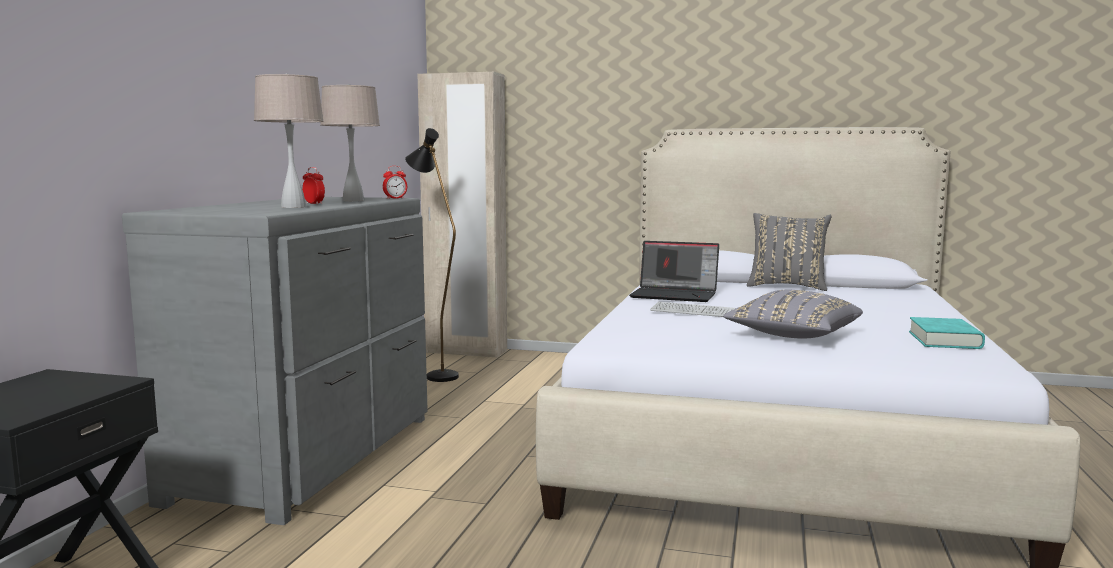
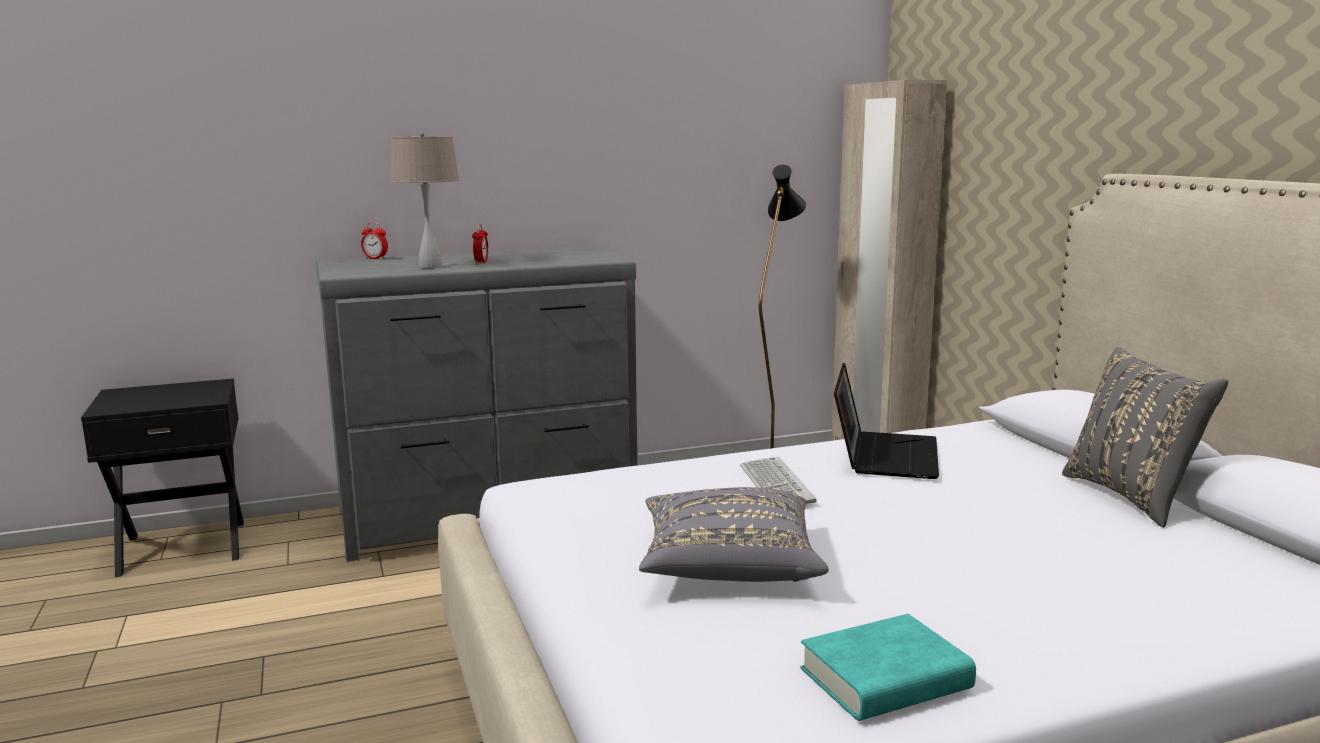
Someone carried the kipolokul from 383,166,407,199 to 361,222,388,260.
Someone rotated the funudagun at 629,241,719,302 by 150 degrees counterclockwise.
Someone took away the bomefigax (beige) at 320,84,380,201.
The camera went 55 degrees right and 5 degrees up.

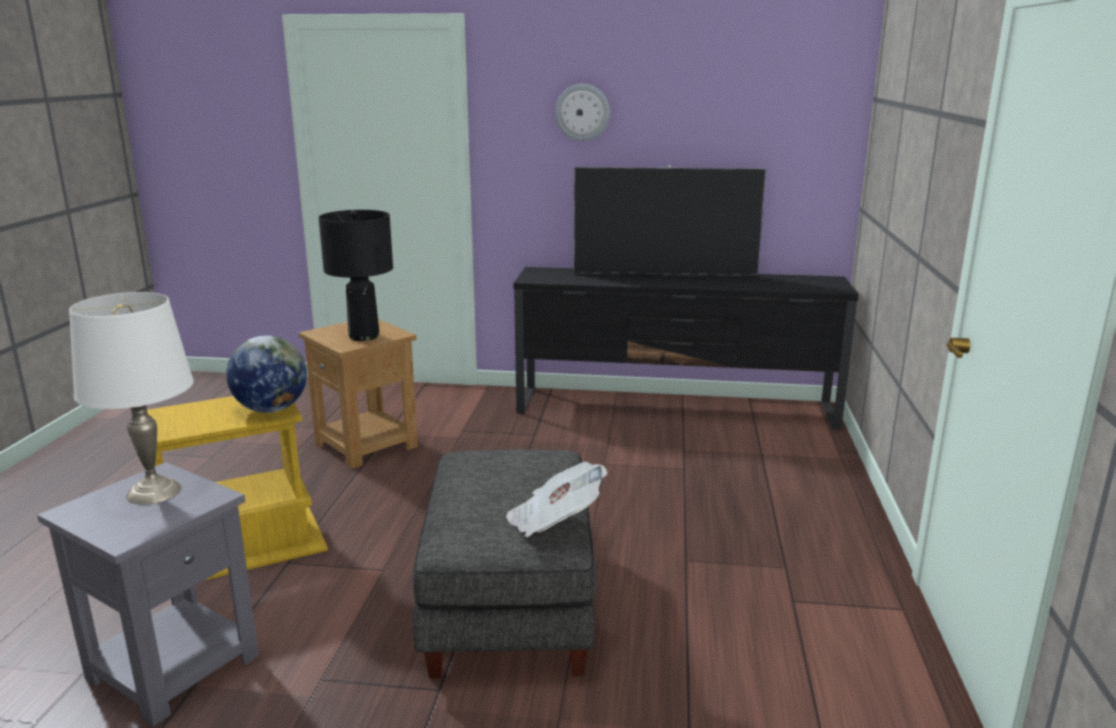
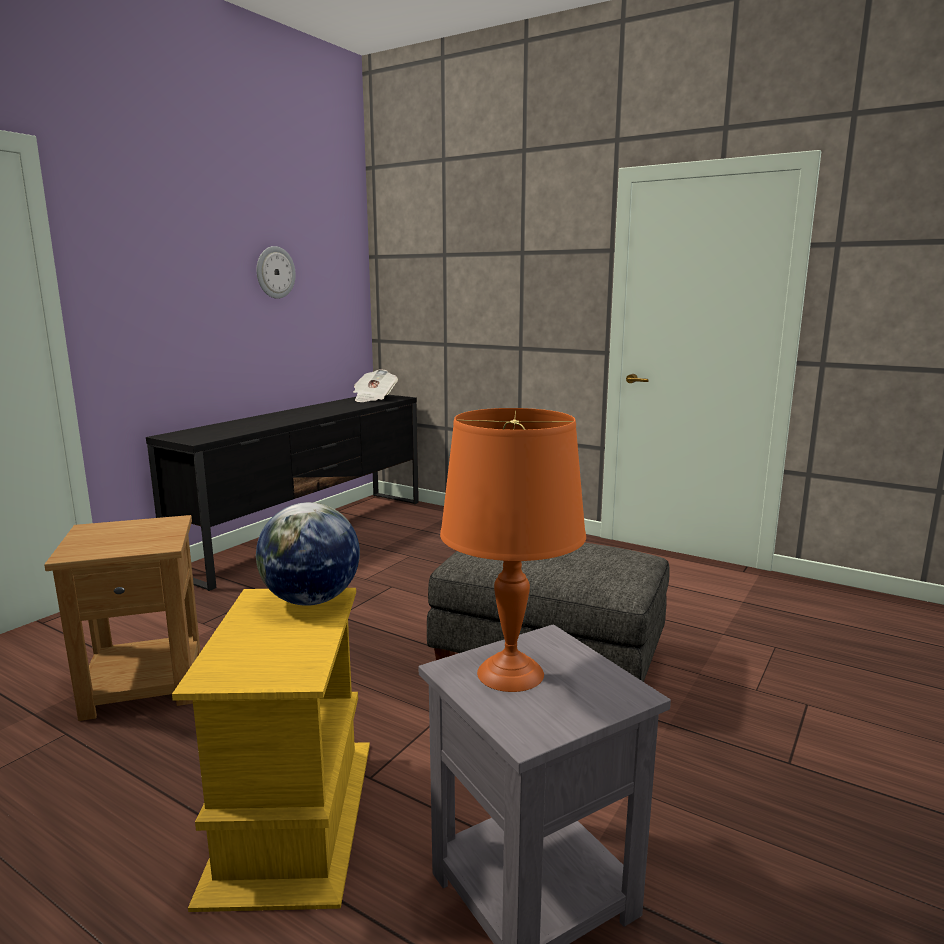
Someone carried the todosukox from 555,84,610,141 to 257,246,296,299.
Someone carried the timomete from 506,462,608,537 to 353,369,398,402.
Someone repainted the bomefigax (white) at 69,292,194,505, which became the bomefigax (orange) at 440,408,586,692.
Someone took away the bomefigax (black) at 319,210,393,341.
Someone took away the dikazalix at 573,165,766,276.
The camera went 65 degrees left and 5 degrees down.

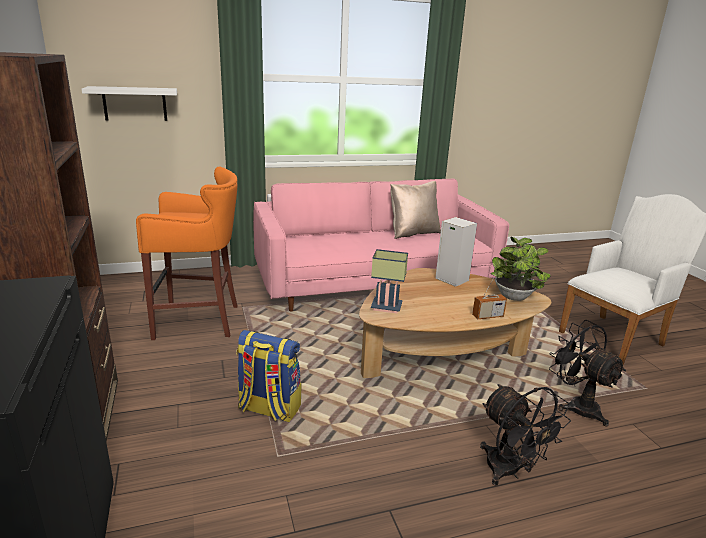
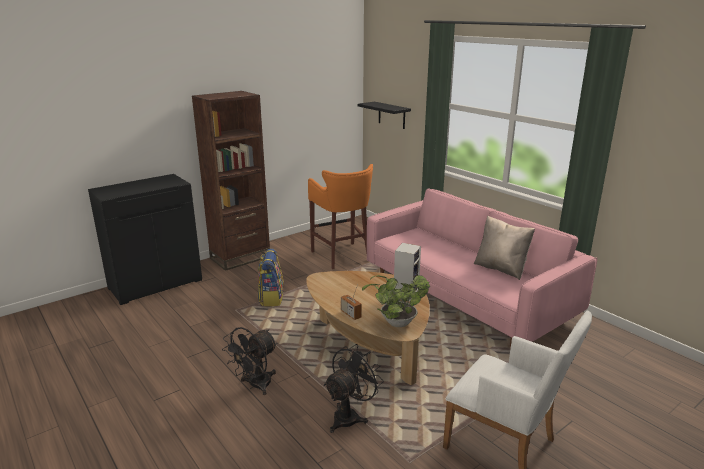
Someone repainted the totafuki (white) at 82,86,177,121, which became the totafuki (black) at 358,102,411,129.
Someone took away the bomefigax at 371,249,408,314.
The camera went 70 degrees right and 0 degrees up.

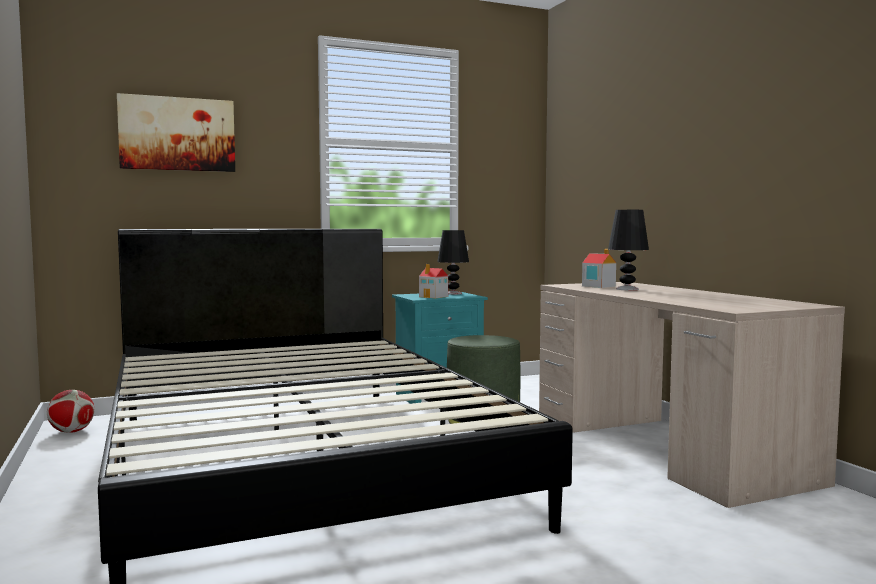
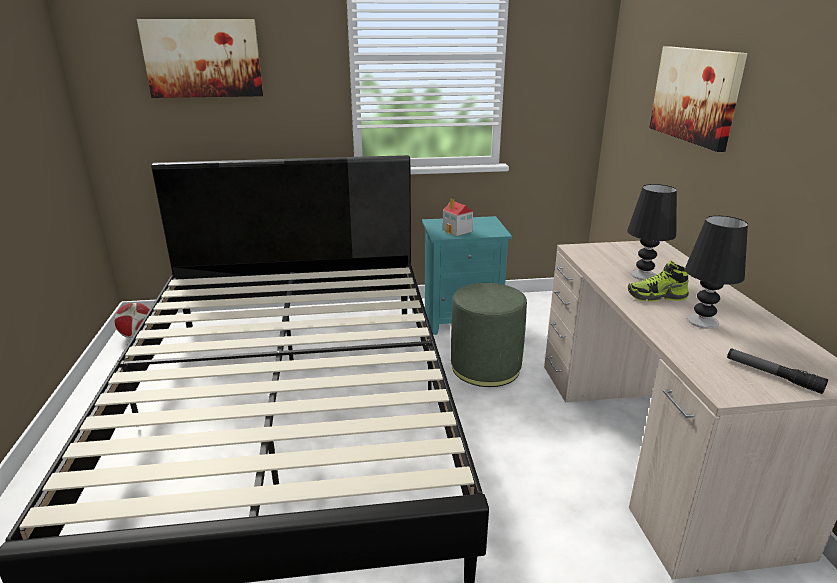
Someone put down the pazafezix at 628,261,689,302.
Someone put up the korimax at 649,46,747,152.
Someone carried the bomefigax (black) from 437,230,469,295 to 685,216,748,329.
Someone put down the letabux at 727,349,828,394.
Someone took away the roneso at 582,249,616,288.
The camera went 15 degrees right and 20 degrees up.

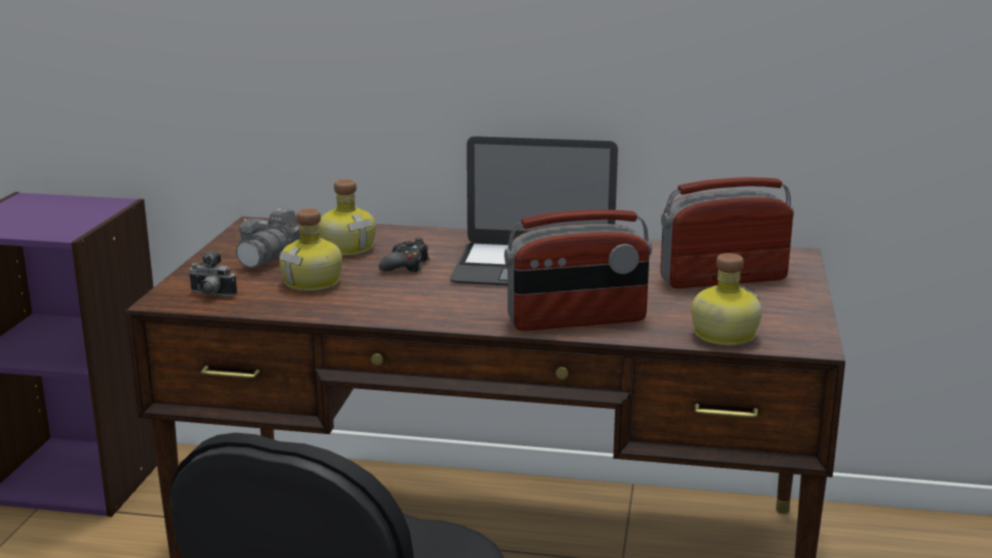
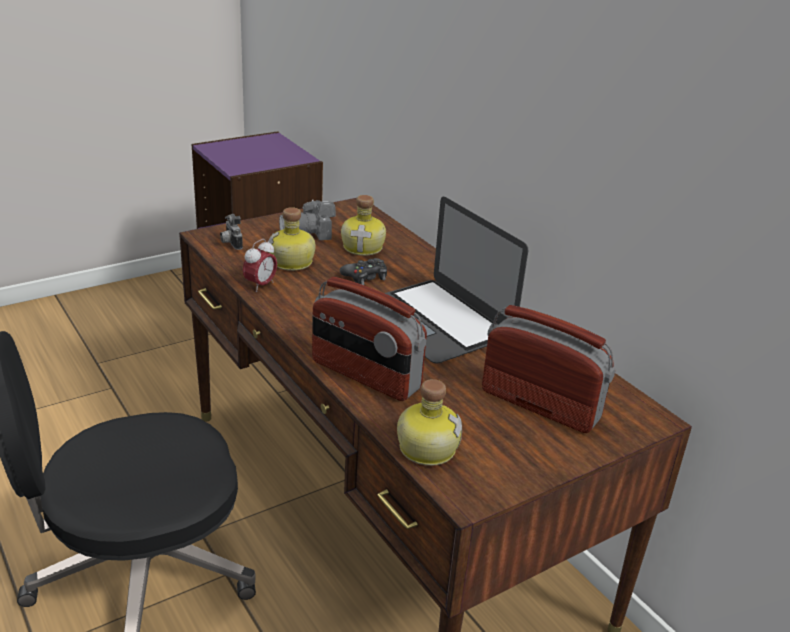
Someone put down the kipolokul at 243,239,277,292.
The camera went 45 degrees right and 10 degrees up.

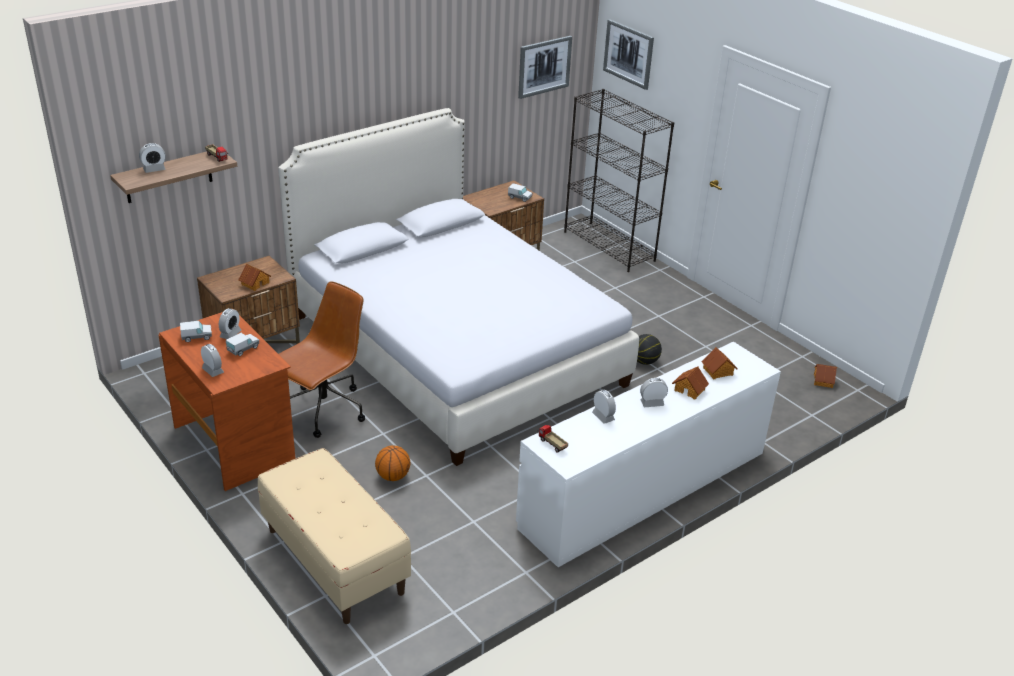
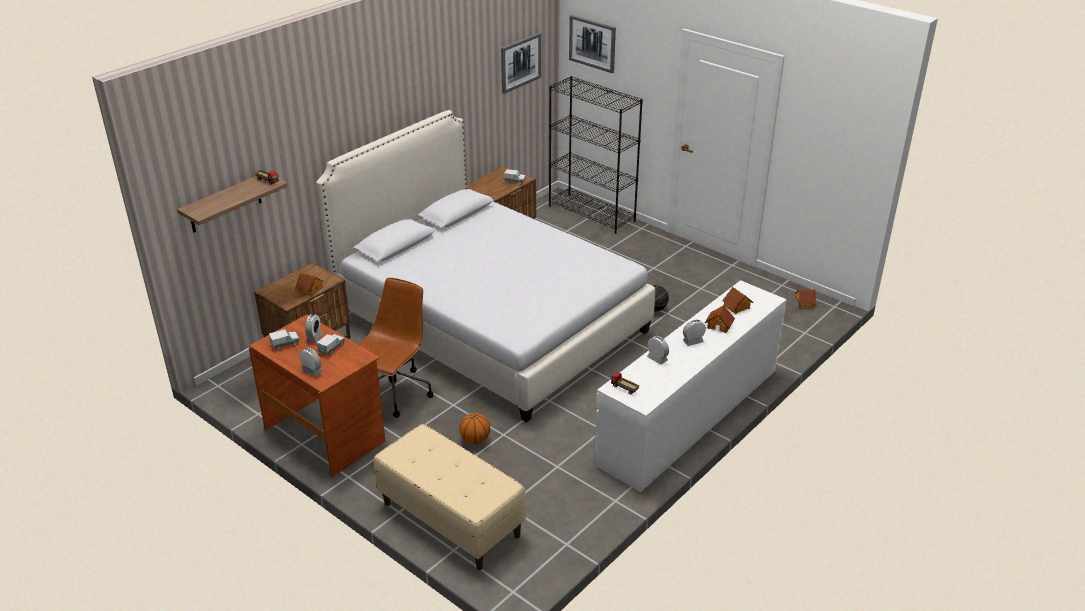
Someone took away the kipolokul at 139,143,166,173.
The camera went 10 degrees left and 0 degrees up.

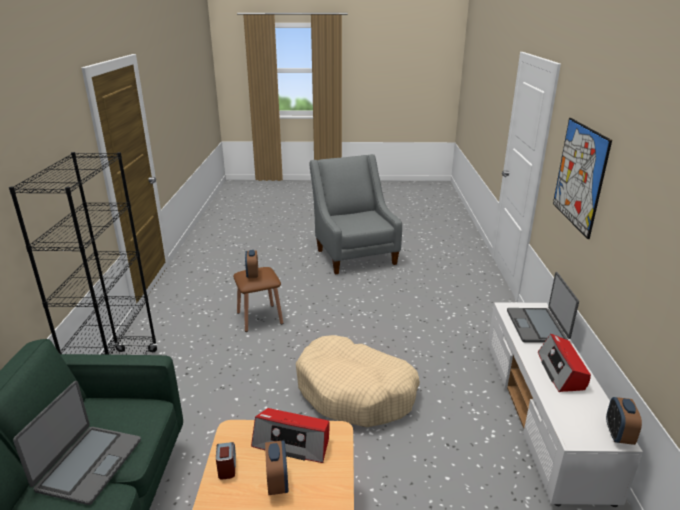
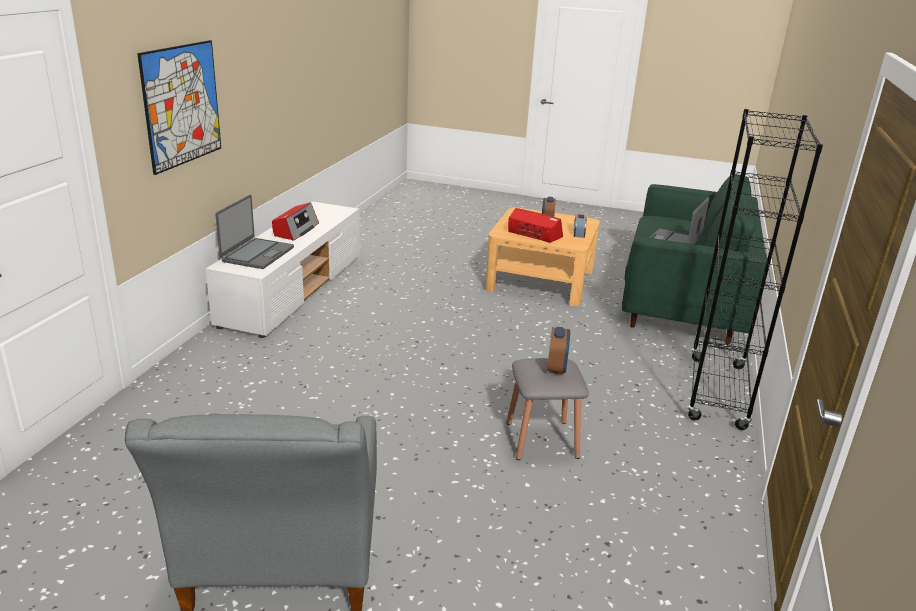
Someone repainted the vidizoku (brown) at 233,267,283,332, which became the vidizoku (grey) at 506,358,589,460.
Someone took away the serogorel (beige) at 296,335,420,427.
Someone took away the kipolokul at 606,397,642,445.
The camera went 165 degrees left and 0 degrees up.

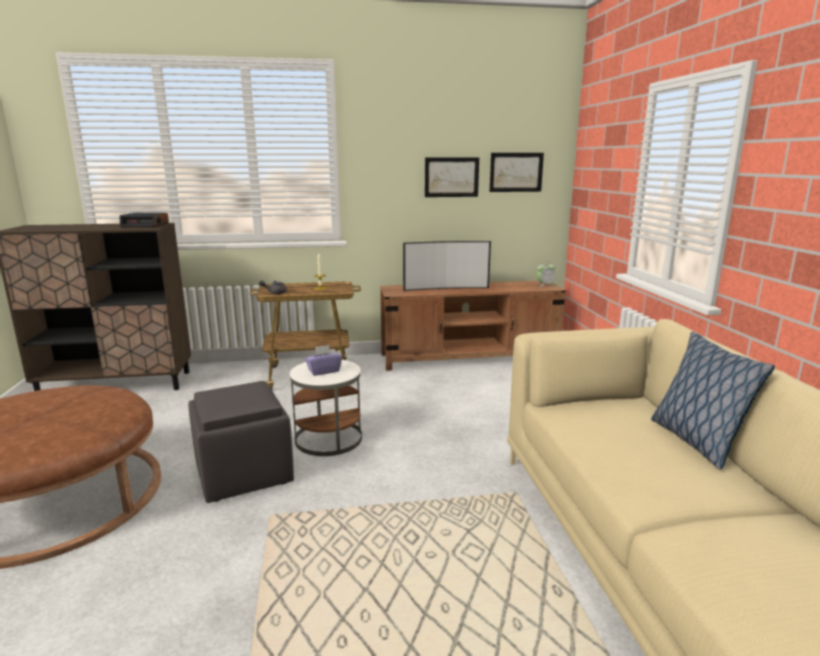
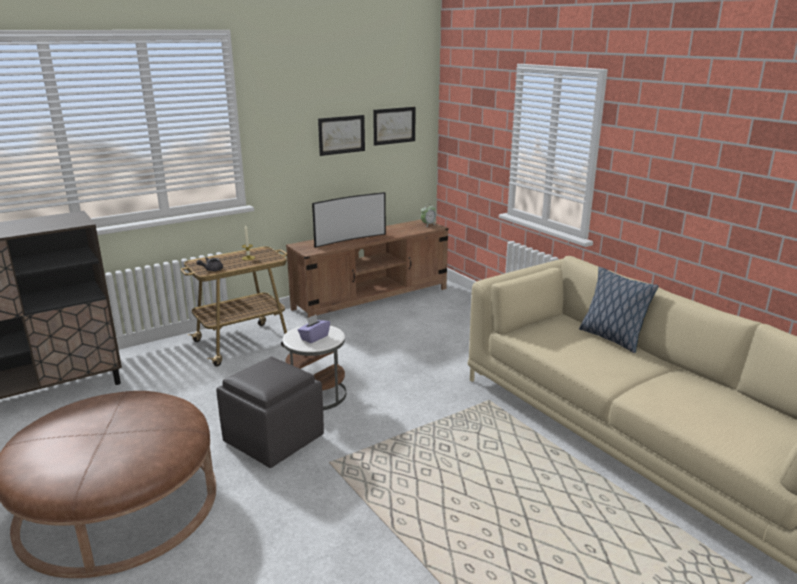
Someone took away the kipolokul at 119,212,169,228.
The camera went 25 degrees left and 5 degrees up.

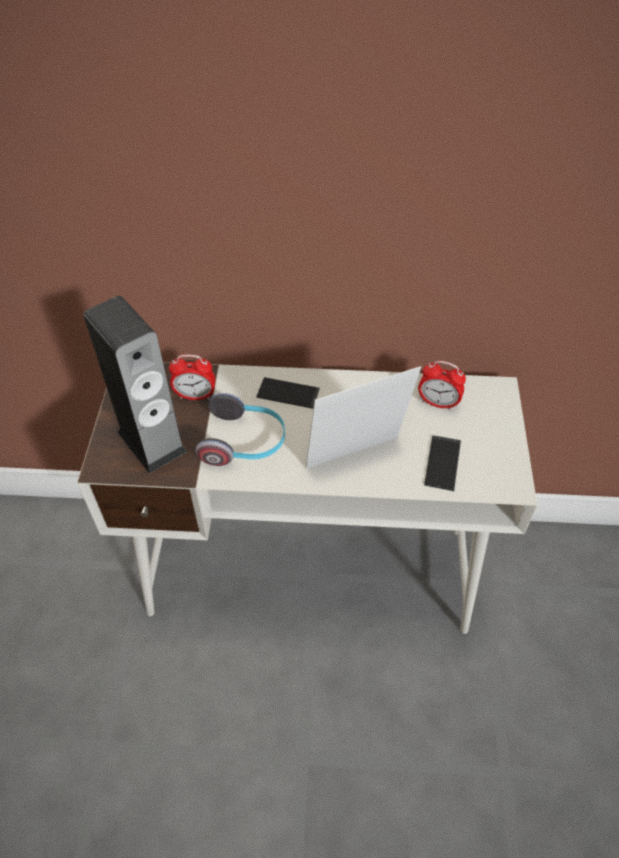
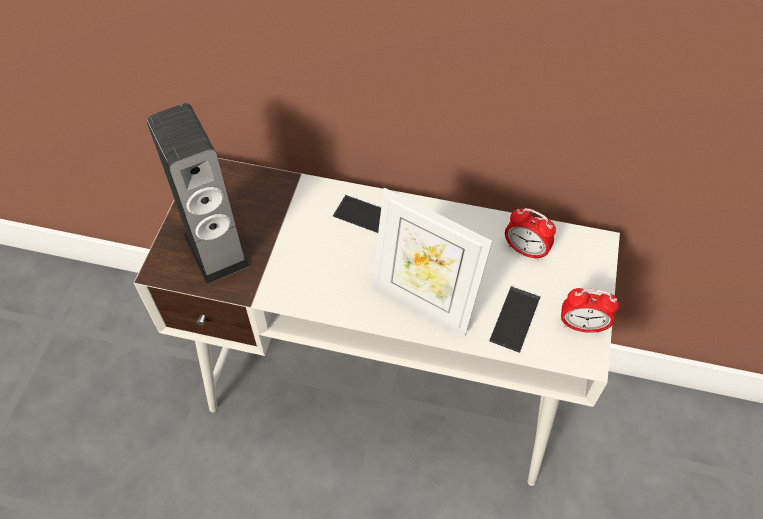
Someone rotated the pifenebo at 306,366,421,469 by 135 degrees counterclockwise.
Someone carried the kipolokul from 169,355,215,400 to 561,288,619,333.
Someone took away the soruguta at 195,393,285,466.
The camera went 10 degrees right and 5 degrees up.

